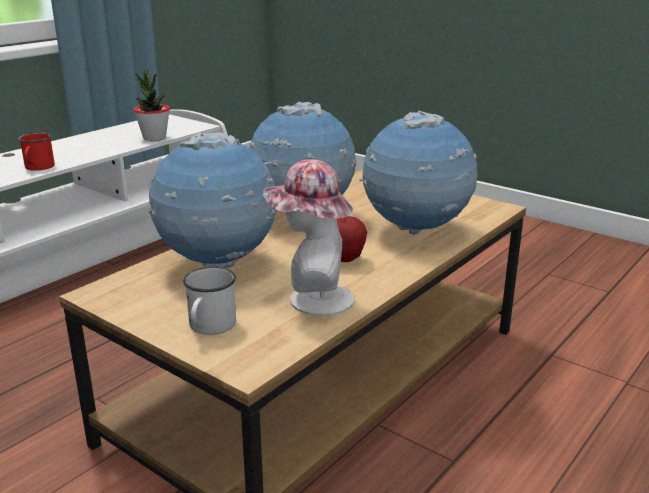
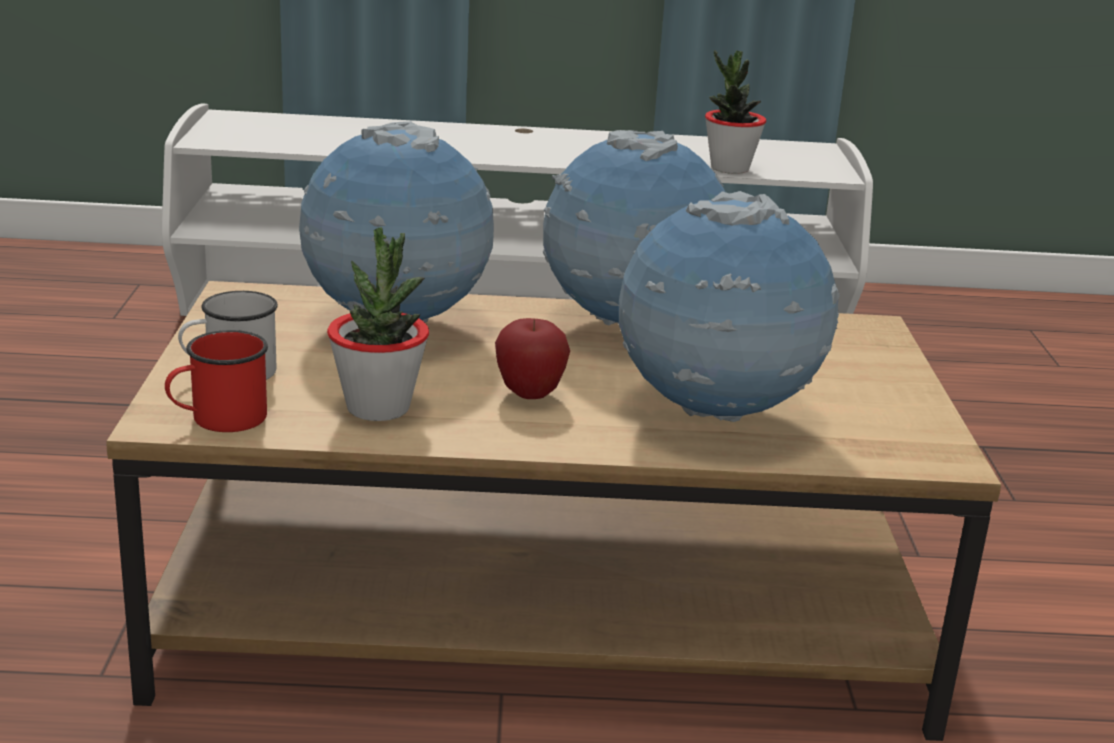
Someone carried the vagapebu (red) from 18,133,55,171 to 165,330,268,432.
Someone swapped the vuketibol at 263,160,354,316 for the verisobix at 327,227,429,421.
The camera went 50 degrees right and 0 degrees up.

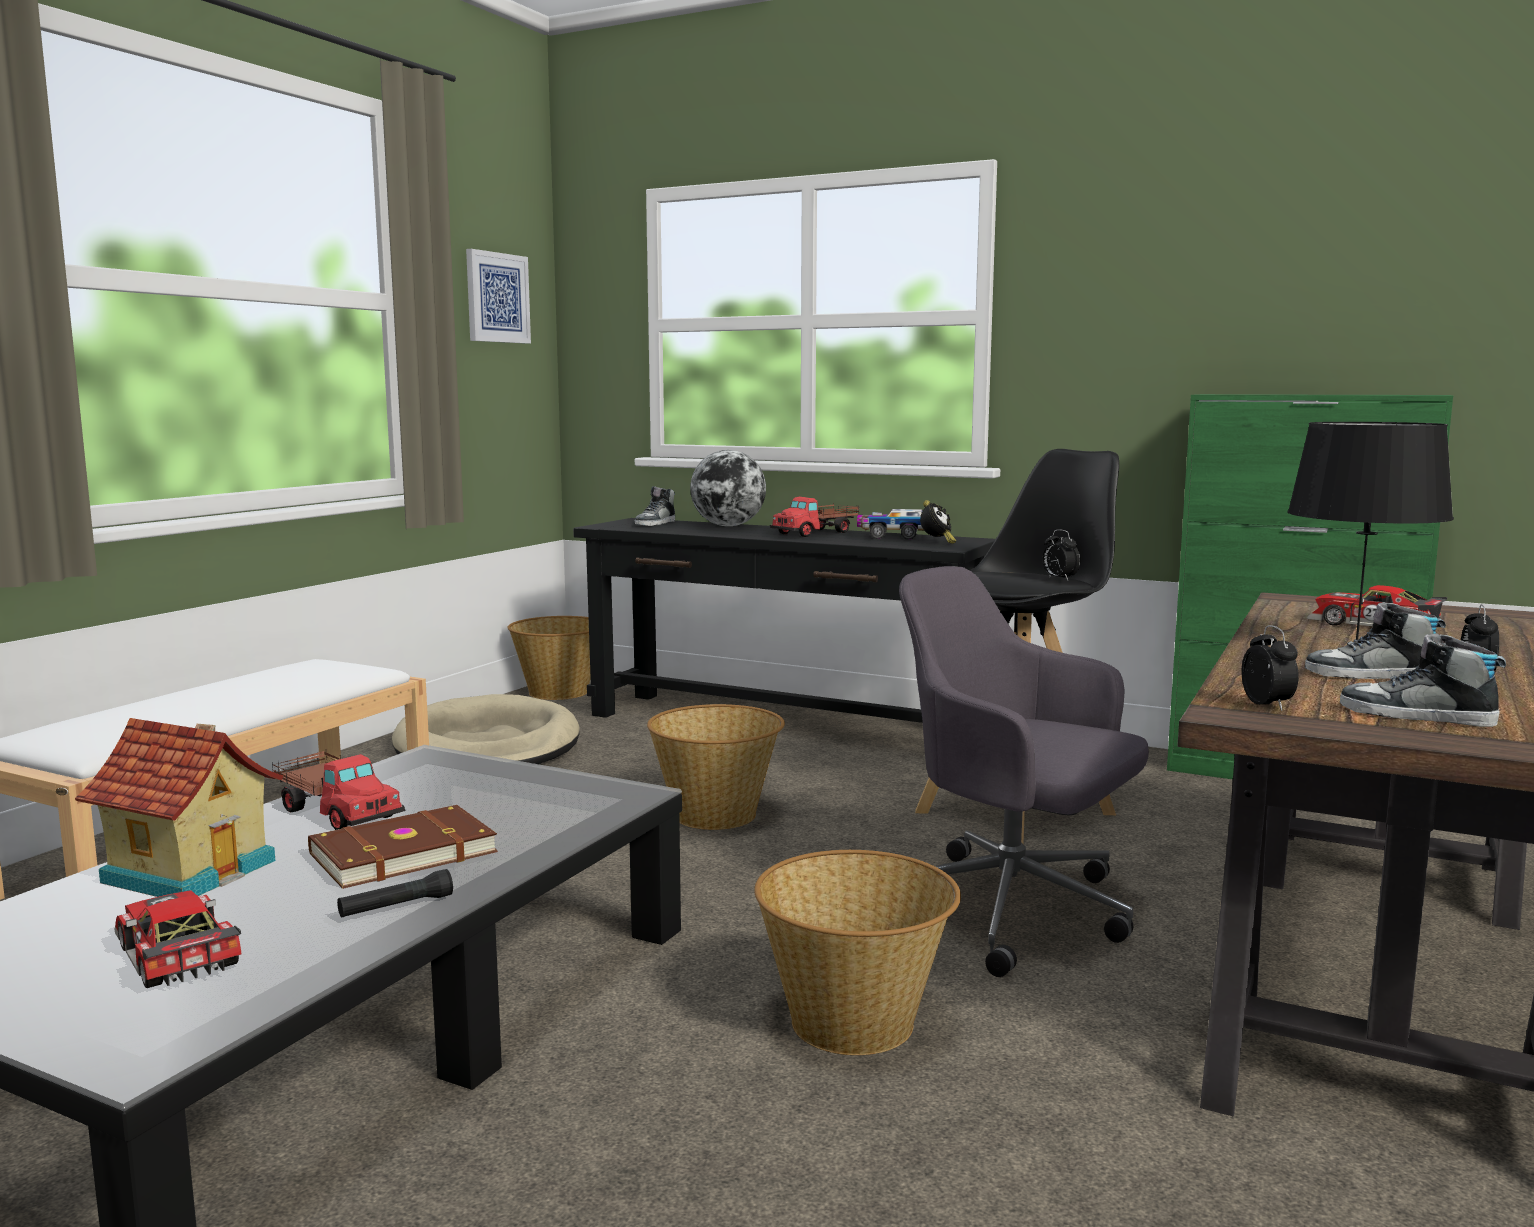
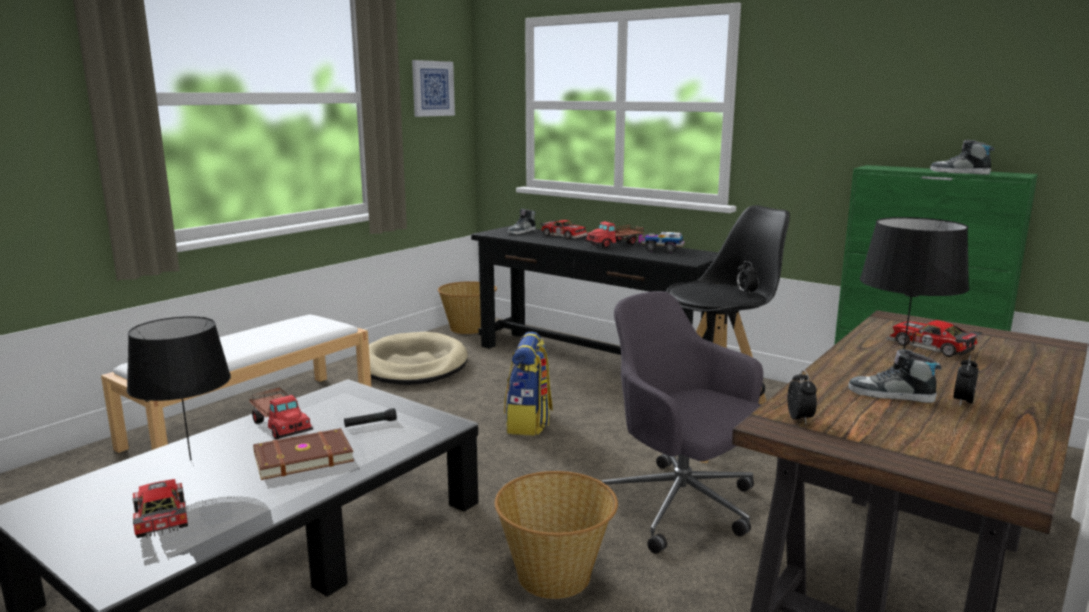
Someone swapped the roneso at 75,718,283,897 for the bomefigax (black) at 127,316,231,461.
Someone carried the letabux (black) from 337,869,453,917 to 344,408,397,427.
Someone swapped the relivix at 647,704,785,830 for the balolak at 504,332,553,436.
Someone swapped the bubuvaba at 690,450,766,526 for the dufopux at 540,220,587,239.
Someone carried the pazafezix from 1340,633,1506,727 to 930,140,994,174.
Someone took away the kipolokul at 920,500,956,544.
The camera went 10 degrees right and 5 degrees up.

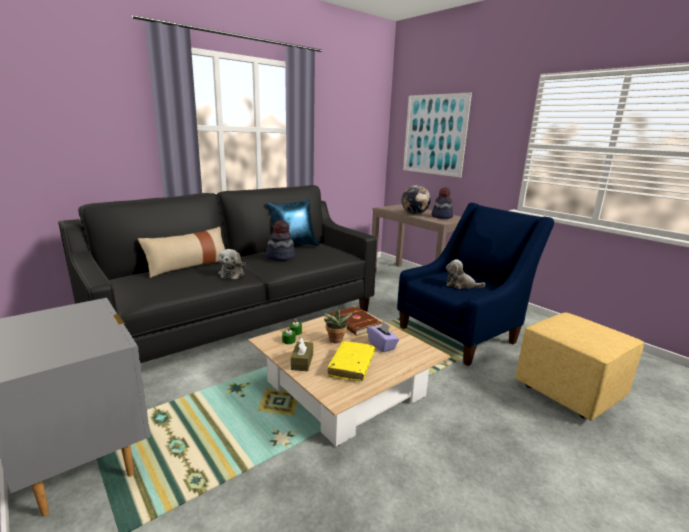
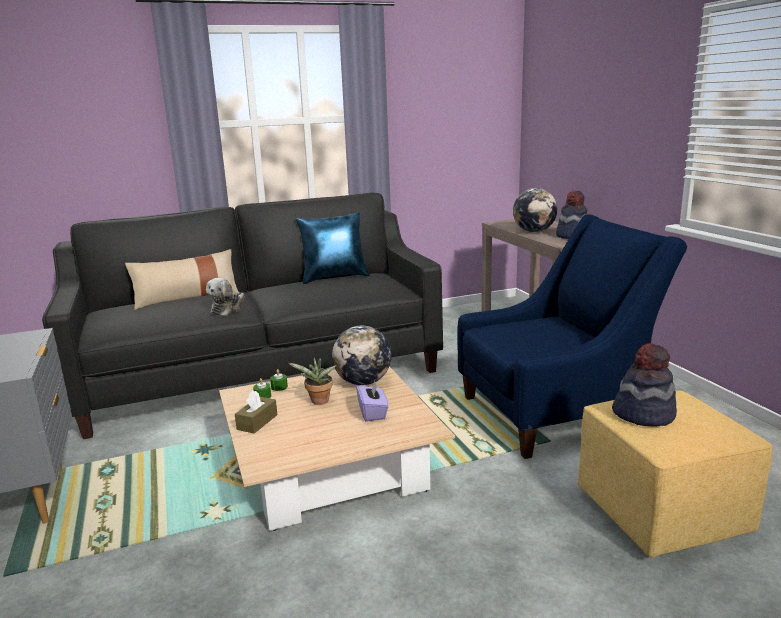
Someone swapped the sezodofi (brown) at 331,306,382,336 for the bubuvaba at 332,326,391,385.
Someone carried the vuketibol from 265,220,295,261 to 612,343,677,427.
Someone took away the sezodofi (yellow) at 328,341,375,381.
Someone took away the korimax at 403,93,472,178.
Someone took away the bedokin at 446,259,485,289.
The camera went 20 degrees right and 0 degrees up.

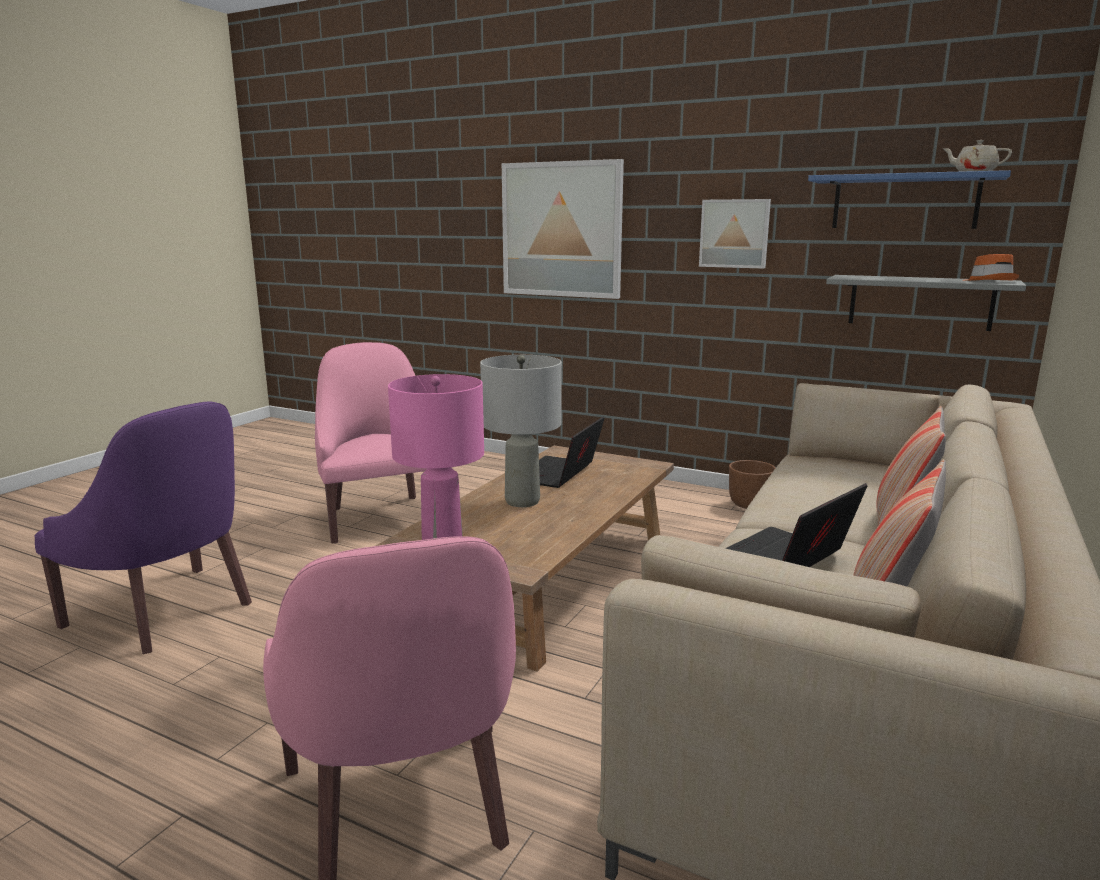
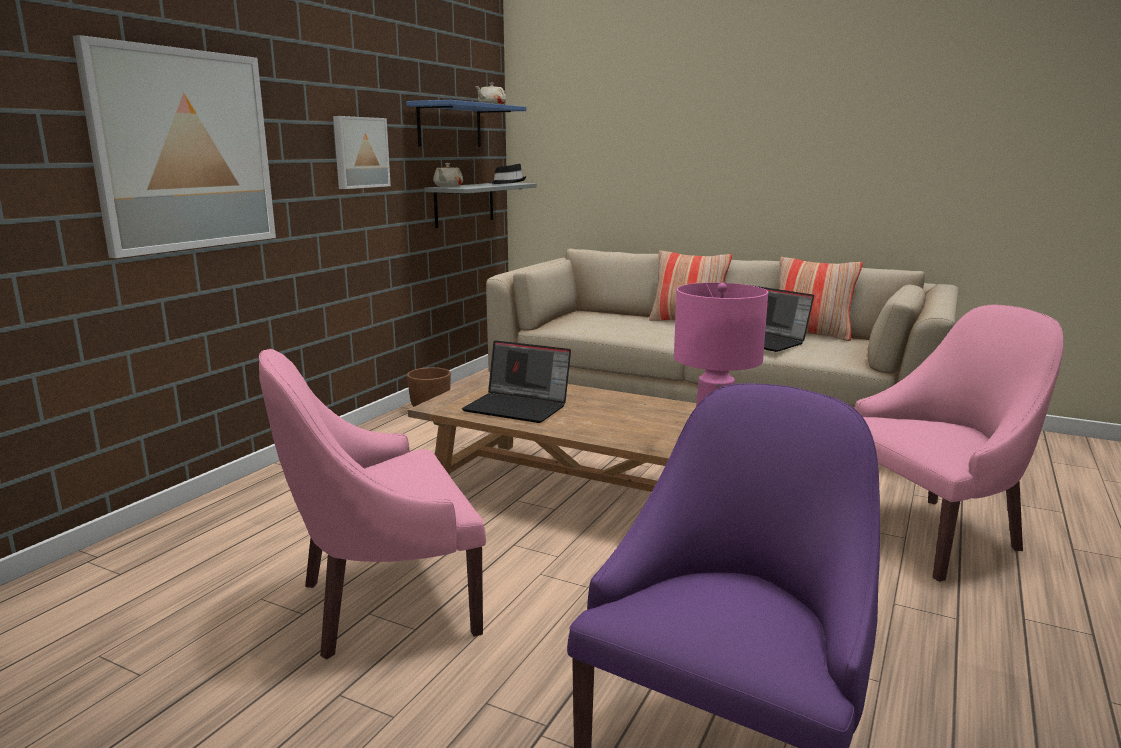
Someone put down the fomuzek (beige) at 433,163,463,187.
Someone repainted the vuketibol (orange) at 964,254,1019,281, which became the vuketibol (black) at 489,164,526,184.
Someone took away the bomefigax (grey) at 480,355,562,507.
The camera went 90 degrees left and 0 degrees up.

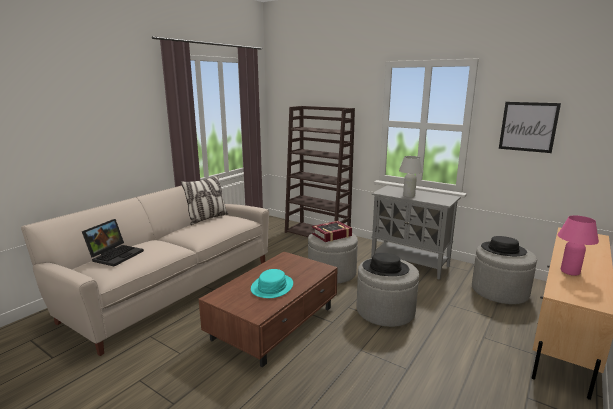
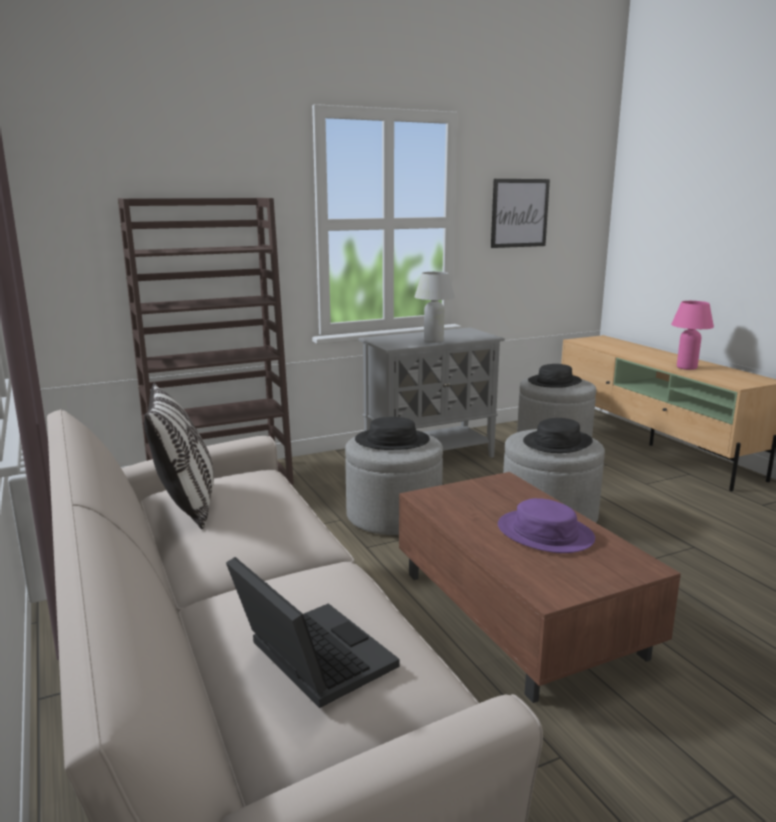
Someone swapped the sezodofi at 312,221,352,242 for the vuketibol (black) at 355,417,430,450.
Someone repainted the vuketibol (turquoise) at 251,269,293,298, which became the vuketibol (purple) at 498,498,595,553.
The camera went 60 degrees left and 0 degrees up.

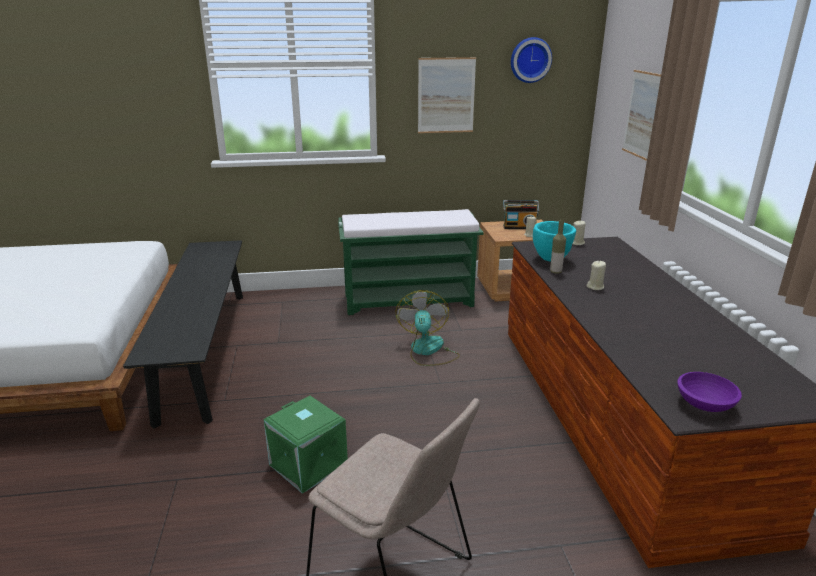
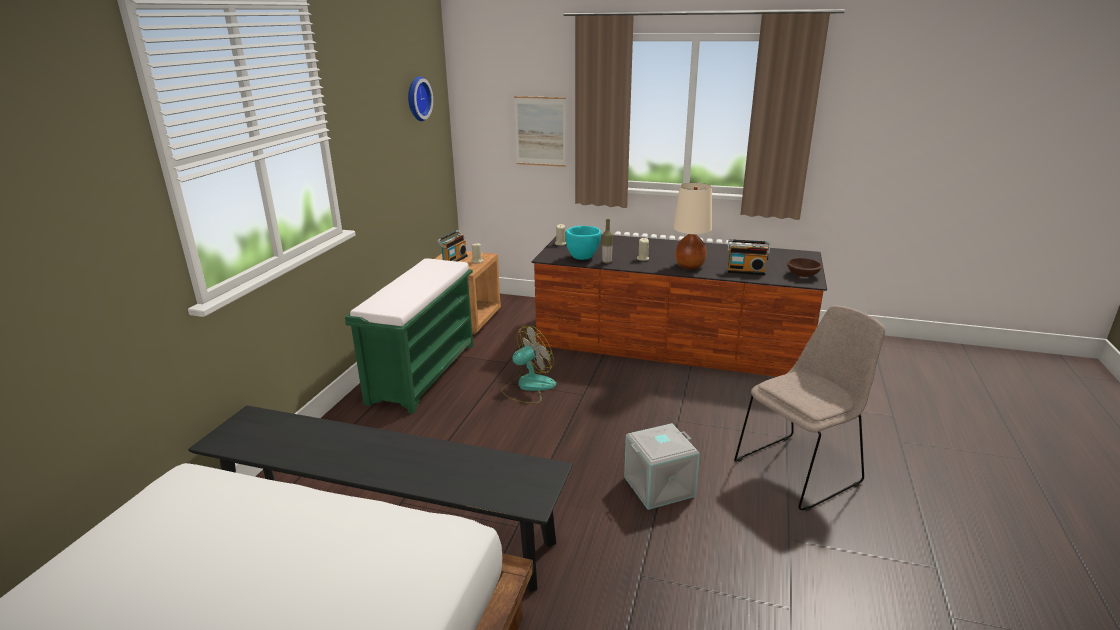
Someone rotated the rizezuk at 396,290,460,366 by 120 degrees clockwise.
Someone repainted the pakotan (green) at 264,396,348,494, which became the pakotan (grey) at 624,423,700,510.
Someone put down the bomefigax (beige) at 674,183,712,269.
Someone put down the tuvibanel at 727,239,770,275.
Someone repainted the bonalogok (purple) at 677,372,742,412, which became the bonalogok (brown) at 787,258,822,277.
Someone took away the korimax at 418,57,476,133.
The camera went 65 degrees left and 0 degrees up.

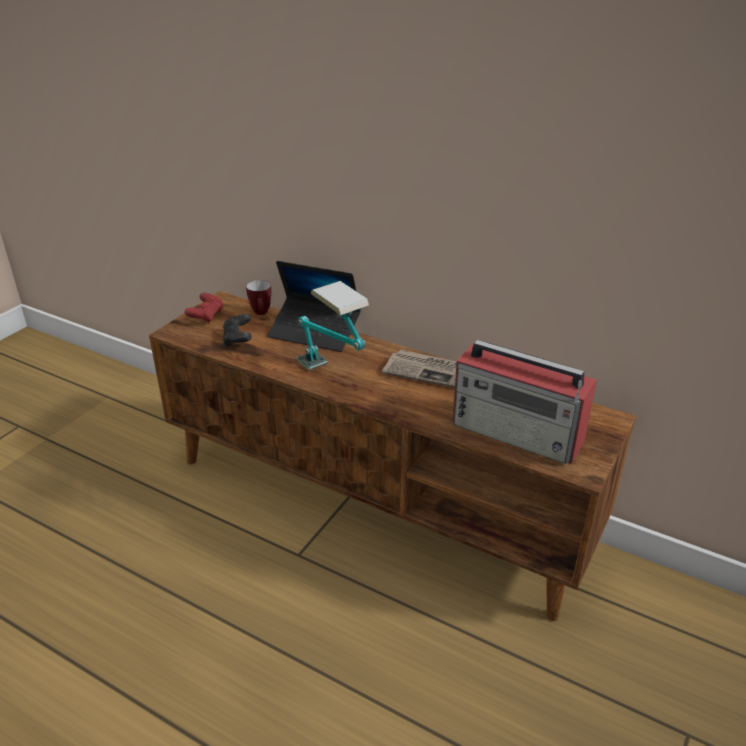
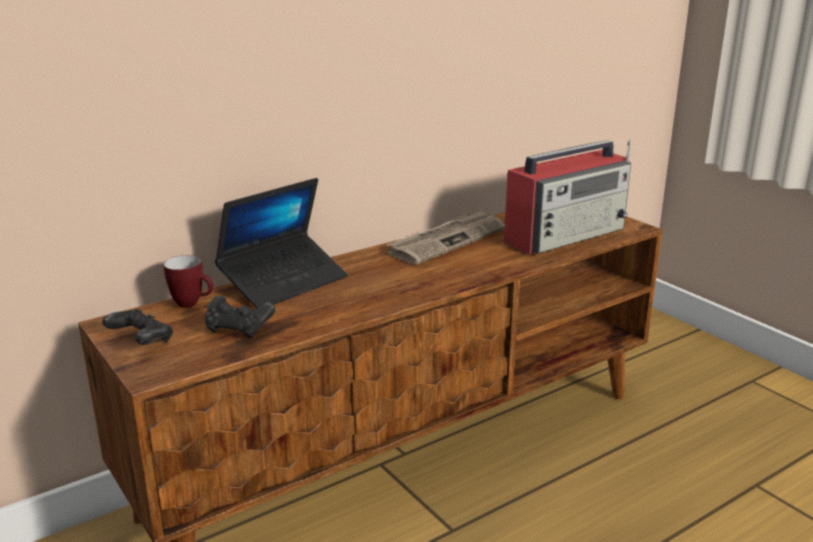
Someone repainted the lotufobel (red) at 185,293,224,323, which became the lotufobel (black) at 102,309,173,345.
Someone took away the bomefigax at 297,281,369,371.
The camera went 65 degrees left and 10 degrees down.

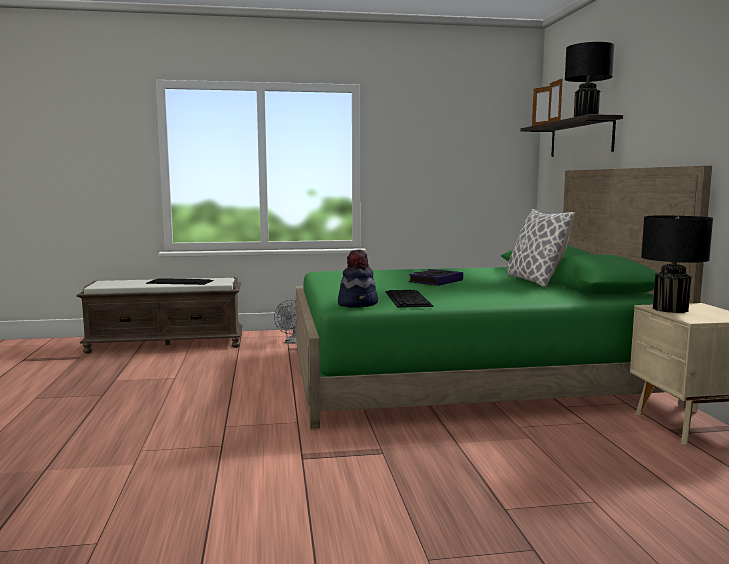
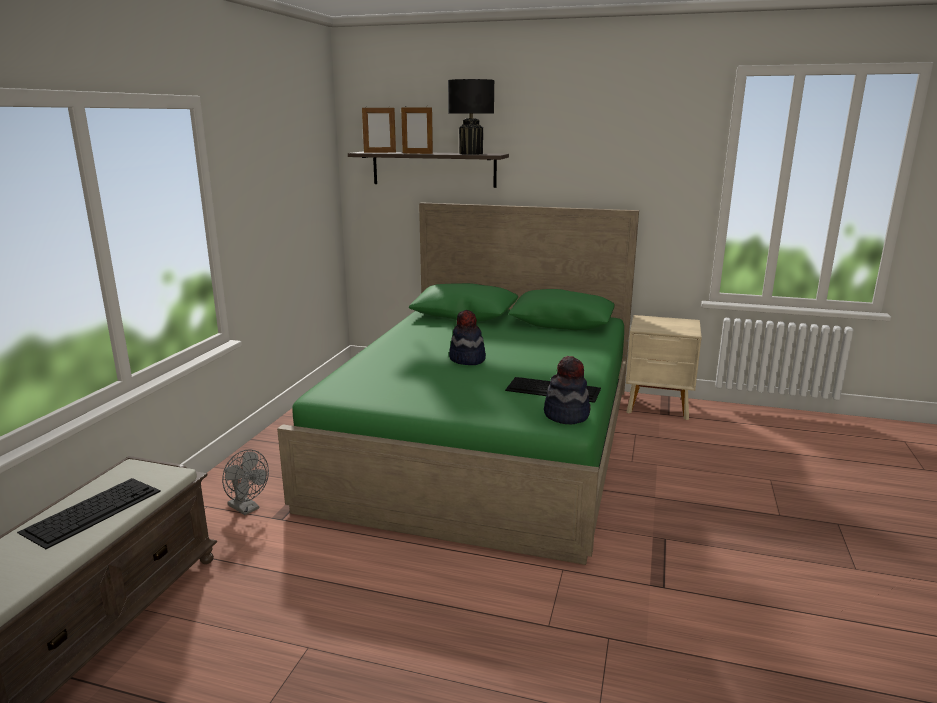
Someone swapped the sezodofi at 409,269,463,286 for the vuketibol at 449,310,486,365.
Someone took away the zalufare at 507,209,575,288.
Someone took away the bomefigax (black) at 641,216,713,313.
The camera went 65 degrees left and 10 degrees up.

